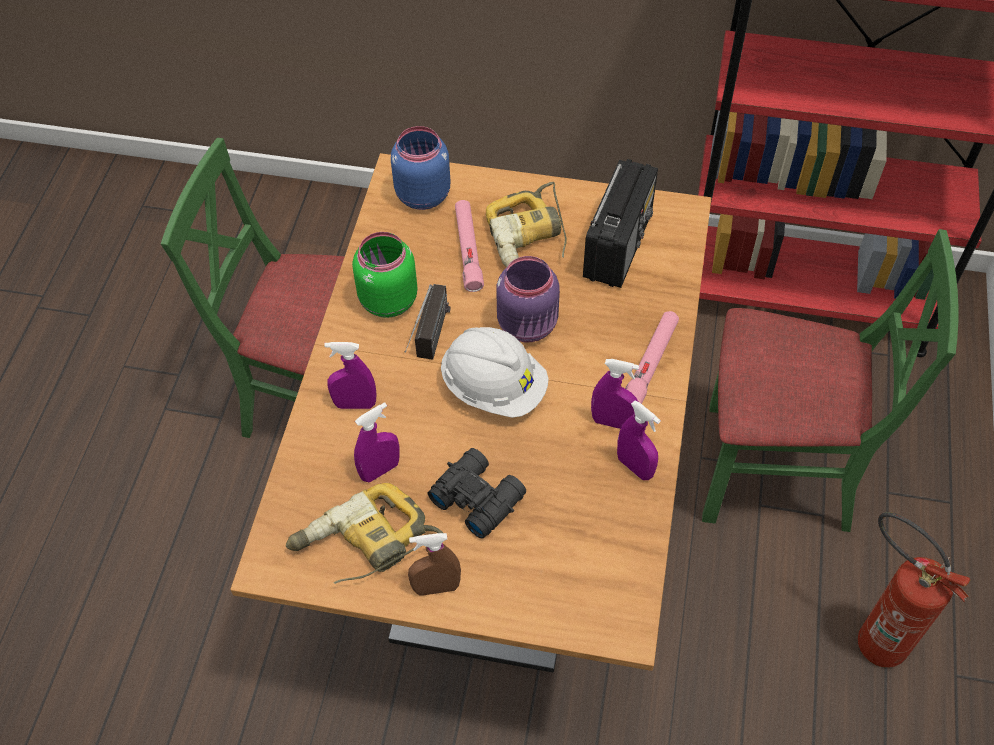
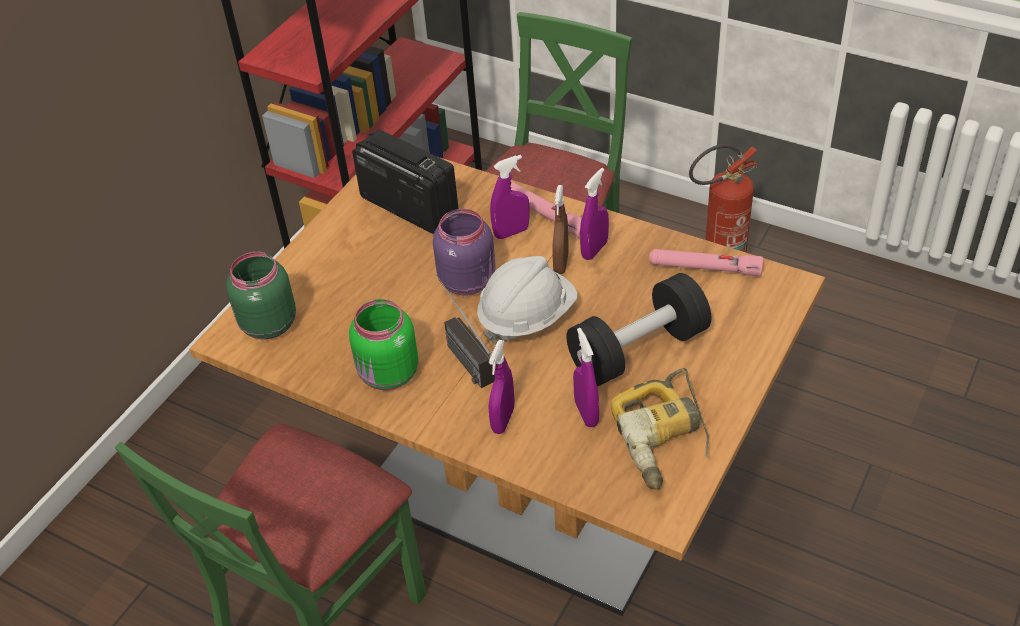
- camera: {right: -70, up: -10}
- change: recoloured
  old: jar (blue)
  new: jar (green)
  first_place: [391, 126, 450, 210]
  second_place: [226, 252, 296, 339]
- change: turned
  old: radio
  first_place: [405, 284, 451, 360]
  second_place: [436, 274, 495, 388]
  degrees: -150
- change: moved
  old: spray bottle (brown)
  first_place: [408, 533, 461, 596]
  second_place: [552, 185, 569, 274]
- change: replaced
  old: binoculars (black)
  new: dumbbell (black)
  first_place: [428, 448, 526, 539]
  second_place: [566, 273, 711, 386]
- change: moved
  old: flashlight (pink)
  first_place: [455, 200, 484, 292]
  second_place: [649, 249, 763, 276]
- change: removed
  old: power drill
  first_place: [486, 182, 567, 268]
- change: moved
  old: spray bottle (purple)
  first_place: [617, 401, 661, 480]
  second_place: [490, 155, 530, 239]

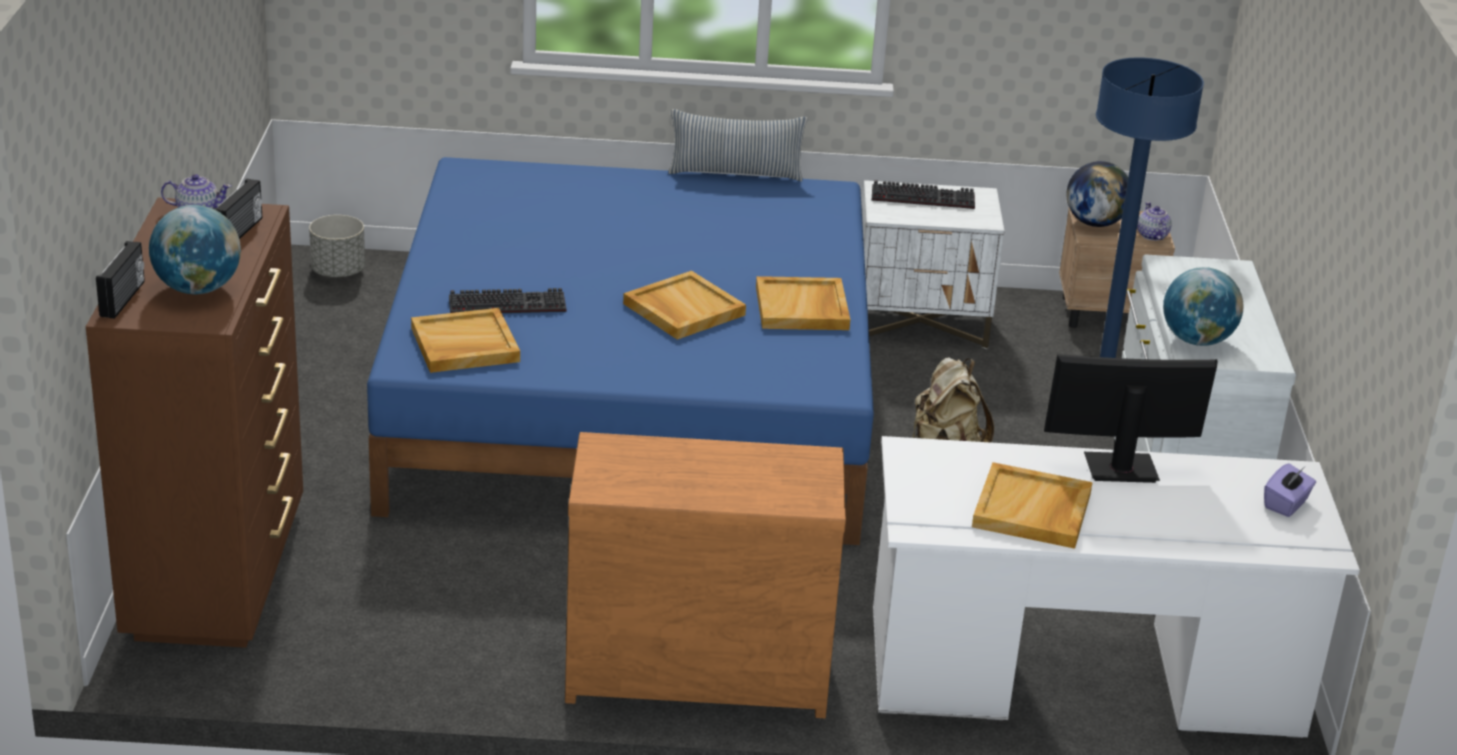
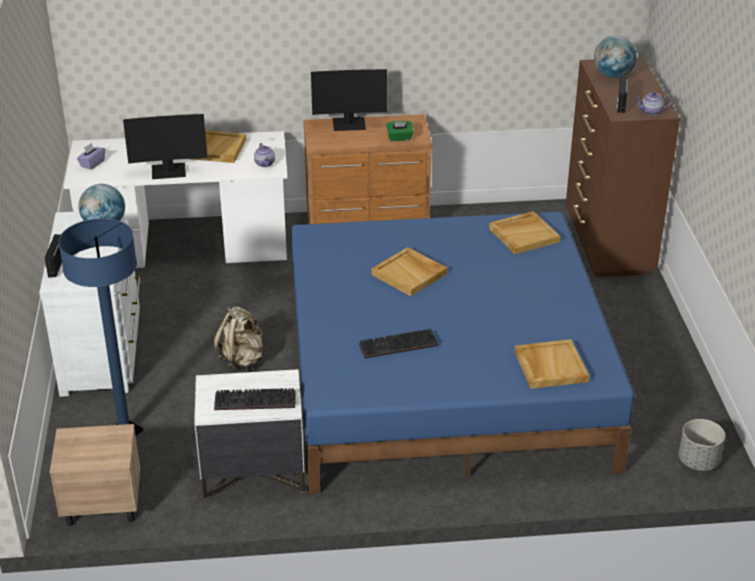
- camera: {right: 175, up: 5}
- change: moved
  old: radio
  first_place: [96, 241, 145, 319]
  second_place: [45, 234, 62, 277]
- change: moved
  old: keyboard
  first_place: [449, 288, 566, 313]
  second_place: [359, 329, 438, 359]
- change: removed
  old: pillow
  first_place: [668, 109, 808, 181]
- change: moved
  old: tray (beige)
  first_place: [756, 276, 850, 330]
  second_place: [515, 339, 589, 389]
- change: removed
  old: globe
  first_place: [1066, 161, 1128, 227]
- change: moved
  old: teapot
  first_place: [1137, 202, 1172, 241]
  second_place: [254, 143, 275, 167]
- change: added
  new: monitor
  second_place: [311, 69, 388, 131]
- change: added
  new: tissue box (green)
  second_place: [386, 121, 413, 141]

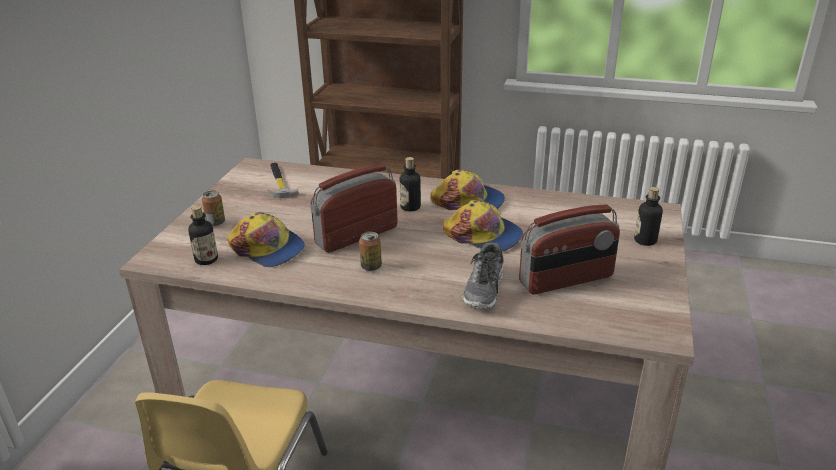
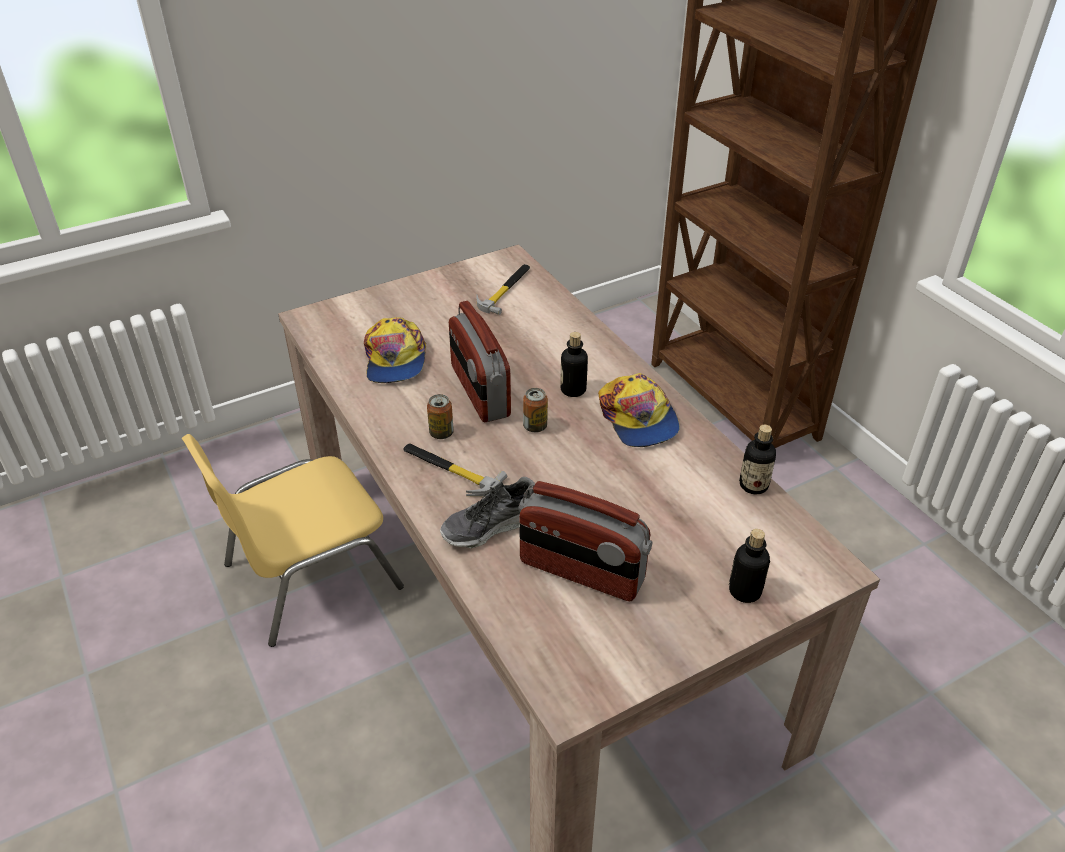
- camera: {right: 45, up: 10}
- change: moved
  old: bottle
  first_place: [188, 205, 218, 265]
  second_place: [739, 425, 776, 494]
- change: moved
  old: can
  first_place: [202, 191, 225, 226]
  second_place: [523, 388, 548, 432]
- change: turned
  old: radio
  first_place: [311, 164, 398, 253]
  second_place: [449, 301, 511, 422]
  degrees: -120
- change: removed
  old: cap
  first_place: [443, 200, 523, 252]
- change: added
  new: hammer
  second_place: [403, 444, 507, 496]

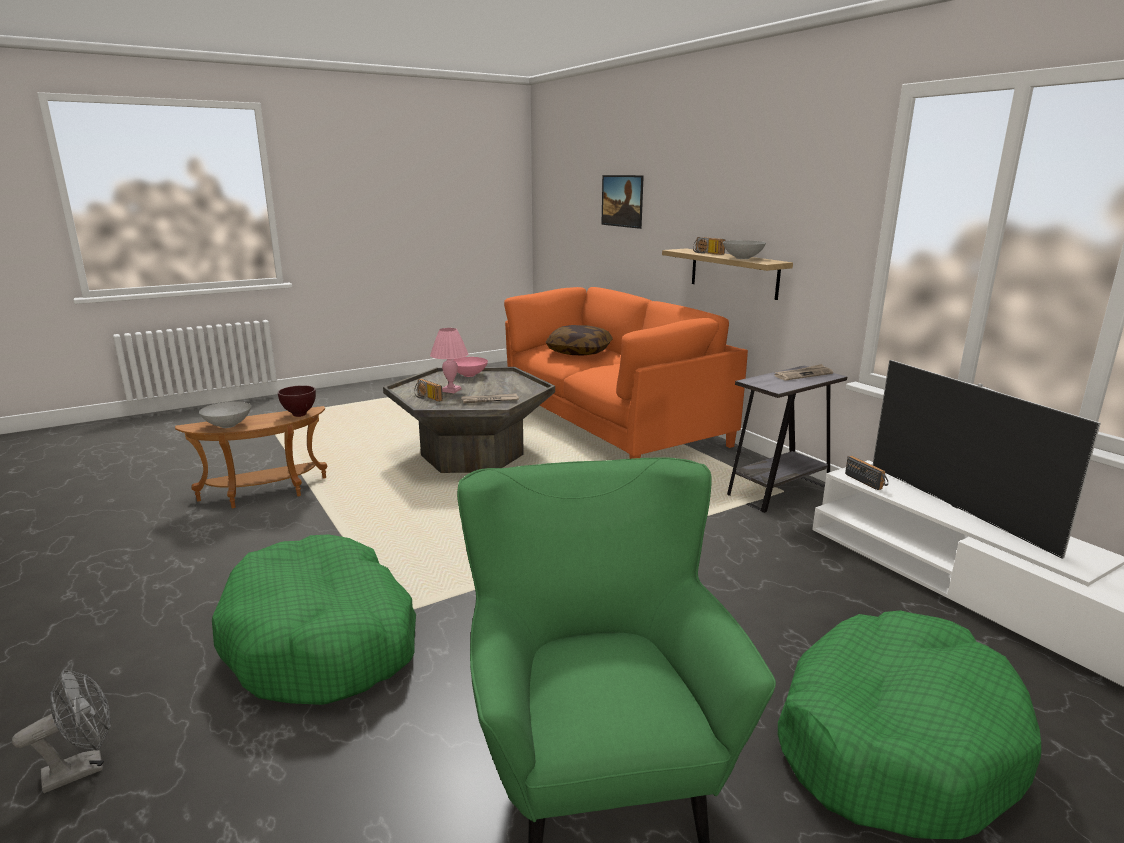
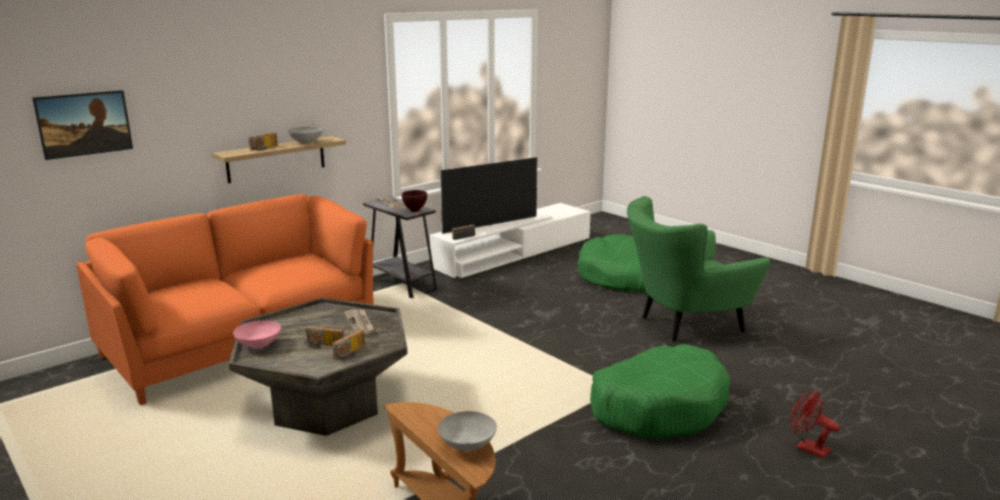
- camera: {right: -100, up: 0}
- change: recoloured
  old: fan (grey)
  new: fan (red)
  first_place: [12, 670, 111, 793]
  second_place: [790, 390, 840, 459]
- change: moved
  old: bowl (brown)
  first_place: [278, 385, 316, 417]
  second_place: [402, 190, 427, 212]
- change: replaced
  old: table lamp (pink)
  new: radio
  first_place: [430, 328, 469, 393]
  second_place: [304, 326, 344, 348]
- change: removed
  old: pillow
  first_place: [546, 325, 613, 355]

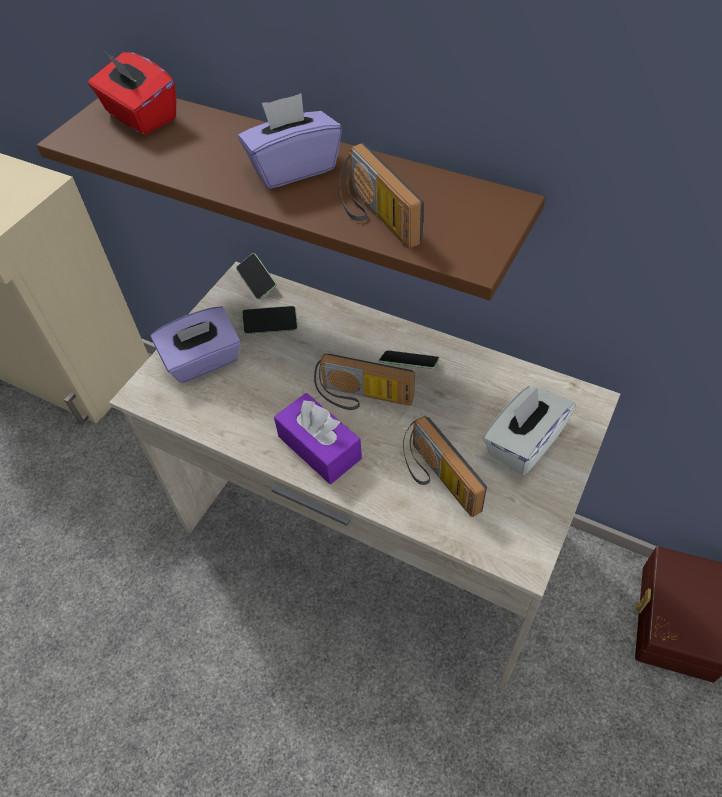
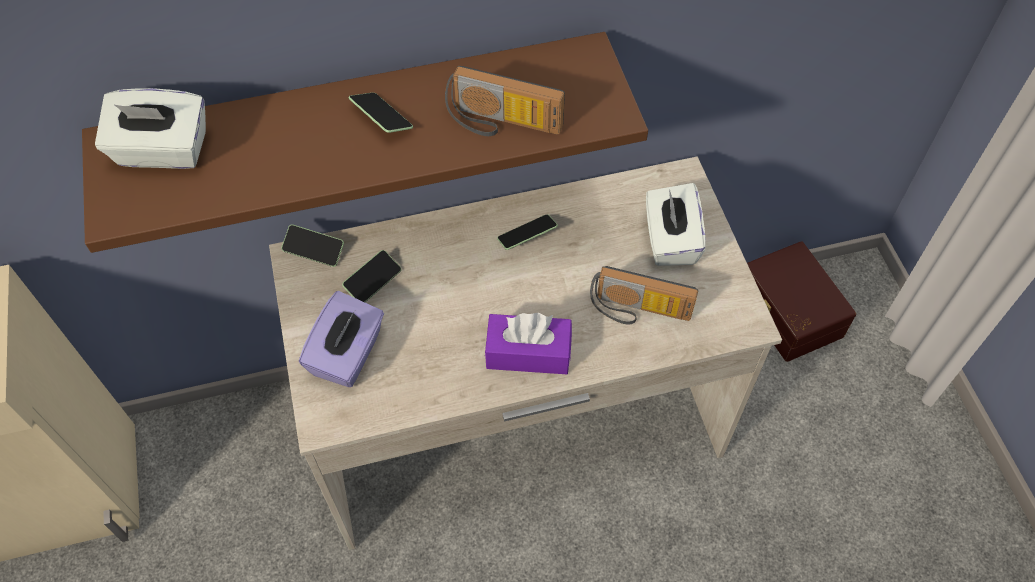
- camera: {right: -45, up: 5}
- change: recoloured
  old: tissue box (red)
  new: tissue box (white)
  first_place: [88, 52, 176, 135]
  second_place: [95, 88, 206, 169]
- change: replaced
  old: tissue box (purple)
  new: phone
  first_place: [238, 93, 342, 189]
  second_place: [348, 93, 413, 133]
- change: removed
  old: radio
  first_place: [314, 353, 415, 410]

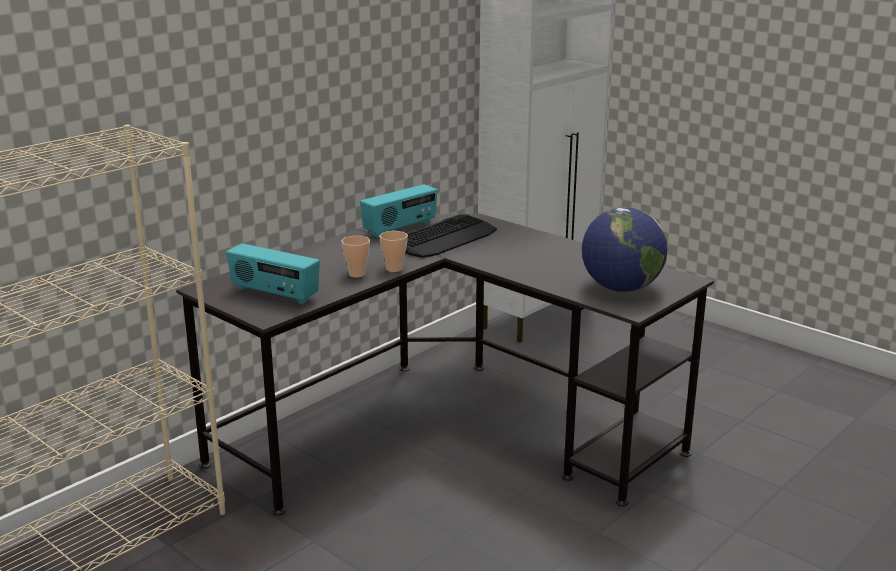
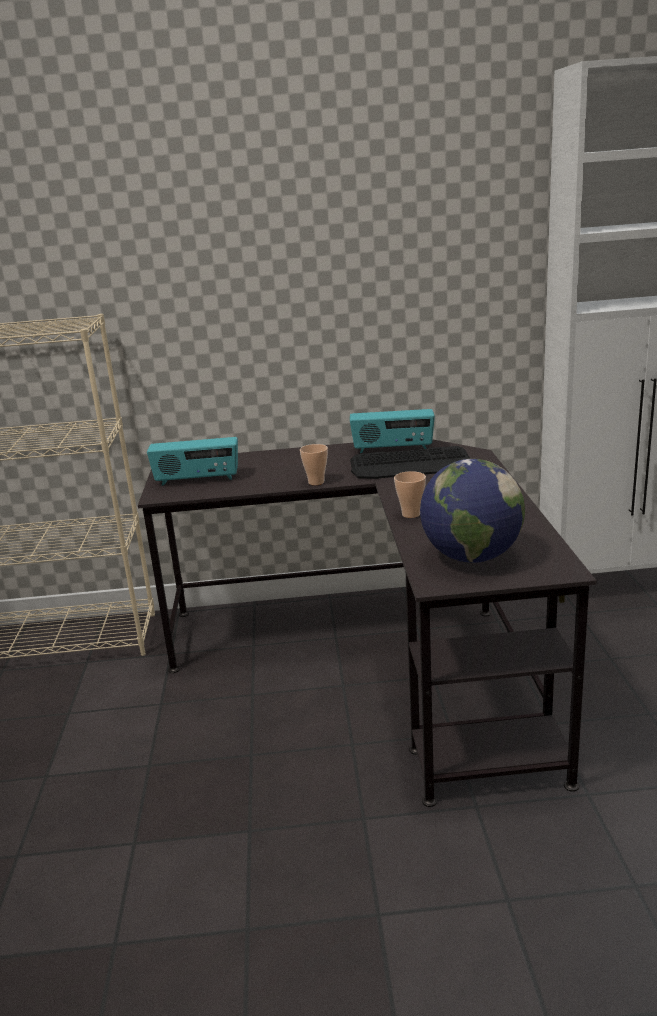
- camera: {right: 45, up: 0}
- change: turned
  old: radio
  first_place: [226, 244, 320, 305]
  second_place: [147, 437, 238, 486]
  degrees: -75
- change: moved
  old: cup
  first_place: [341, 236, 370, 278]
  second_place: [394, 471, 426, 518]

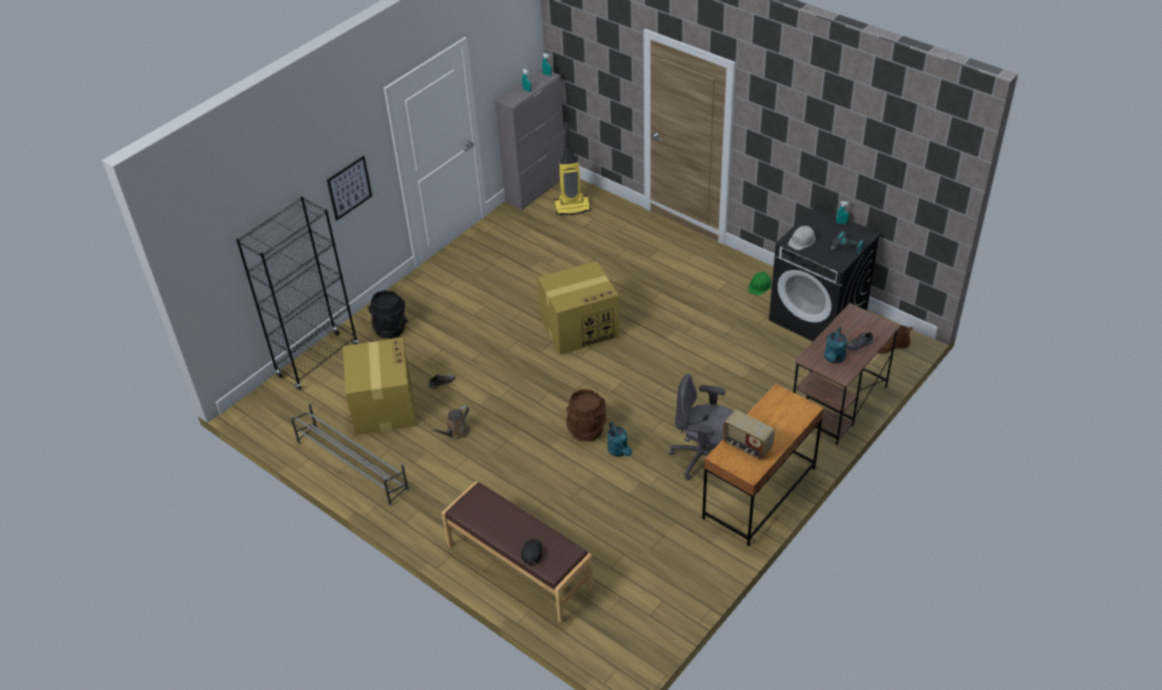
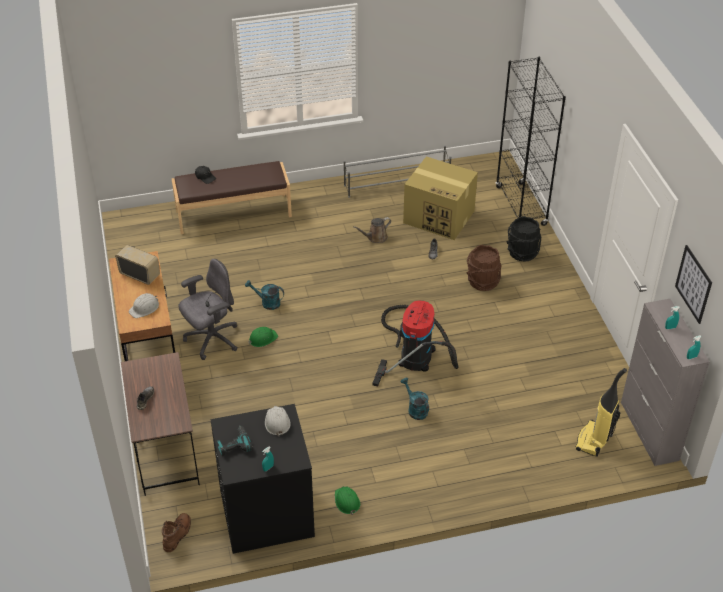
- camera: {right: 125, up: 0}
- change: moved
  old: picture
  first_place: [327, 156, 372, 221]
  second_place: [675, 245, 712, 324]
- change: turned
  old: watering can (brown)
  first_place: [431, 405, 470, 439]
  second_place: [353, 217, 391, 243]
  degrees: -105
- change: replaced
  old: cardboard box
  new: vacuum cleaner
  first_place: [538, 261, 619, 355]
  second_place: [373, 300, 459, 386]
- change: moved
  old: bucket (brown)
  first_place: [566, 389, 607, 442]
  second_place: [466, 245, 501, 291]
- change: turned
  old: radio
  first_place: [723, 410, 775, 460]
  second_place: [115, 245, 160, 285]
  degrees: 45
- change: moved
  old: watering can (turquoise)
  first_place: [824, 327, 847, 364]
  second_place: [401, 378, 429, 420]
- change: added
  new: hard hat (white)
  second_place: [128, 293, 159, 318]
- change: added
  new: hard hat (green)
  second_place: [249, 327, 278, 347]

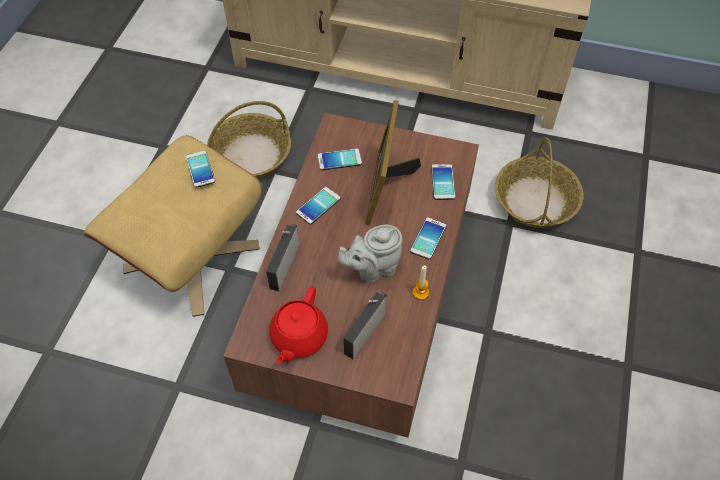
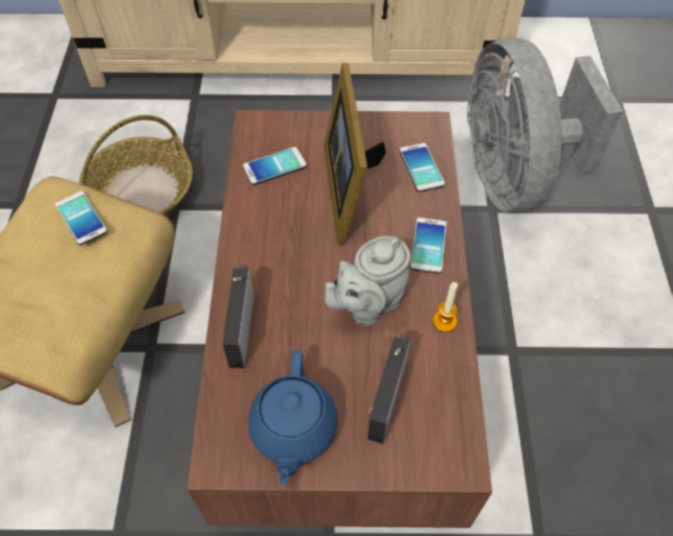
- camera: {right: -15, up: 0}
- change: recoloured
  old: teapot (red)
  new: teapot (blue)
  first_place: [270, 286, 328, 364]
  second_place: [248, 350, 338, 487]
- change: removed
  old: phone
  first_place: [296, 187, 341, 225]
- change: replaced
  old: basket
  new: fan (grey)
  first_place: [495, 137, 584, 228]
  second_place: [467, 37, 623, 213]

